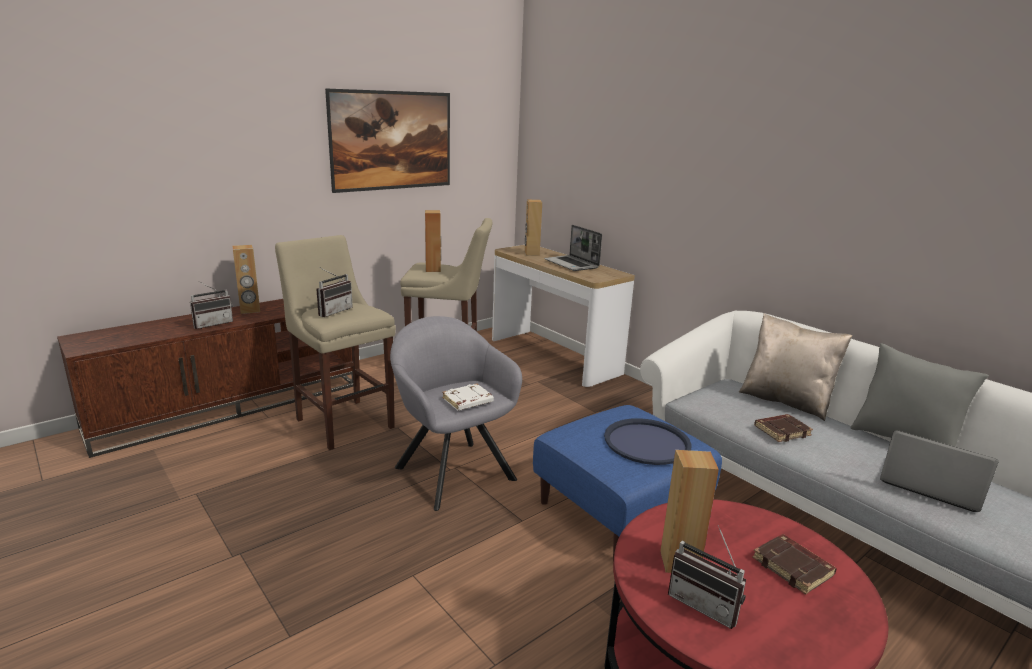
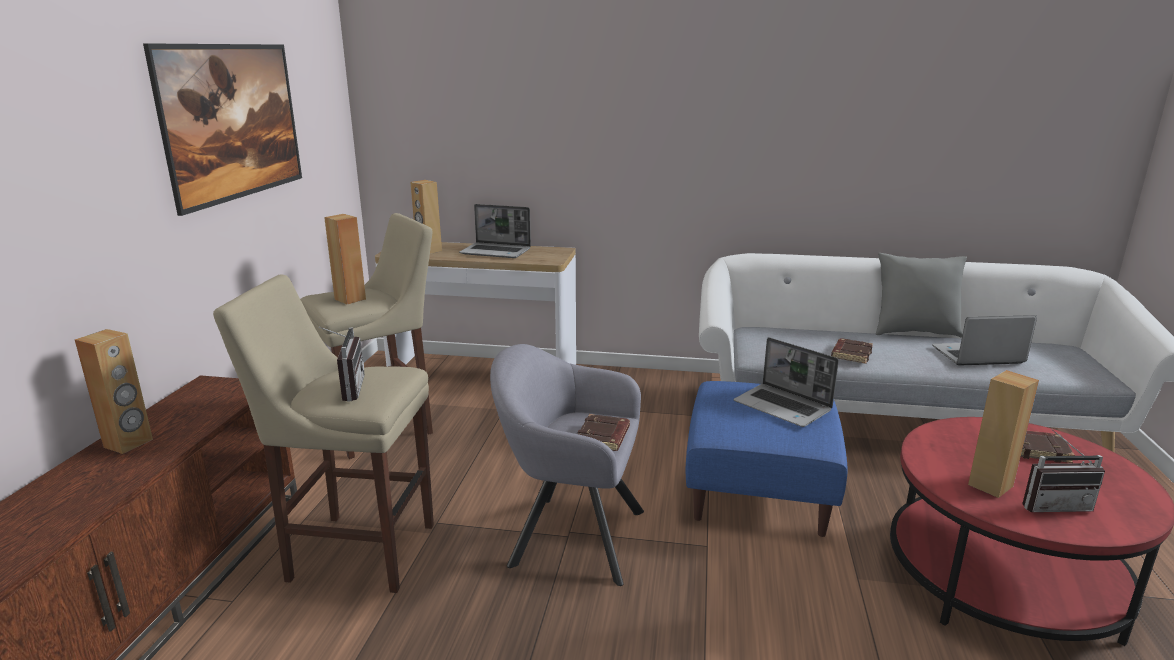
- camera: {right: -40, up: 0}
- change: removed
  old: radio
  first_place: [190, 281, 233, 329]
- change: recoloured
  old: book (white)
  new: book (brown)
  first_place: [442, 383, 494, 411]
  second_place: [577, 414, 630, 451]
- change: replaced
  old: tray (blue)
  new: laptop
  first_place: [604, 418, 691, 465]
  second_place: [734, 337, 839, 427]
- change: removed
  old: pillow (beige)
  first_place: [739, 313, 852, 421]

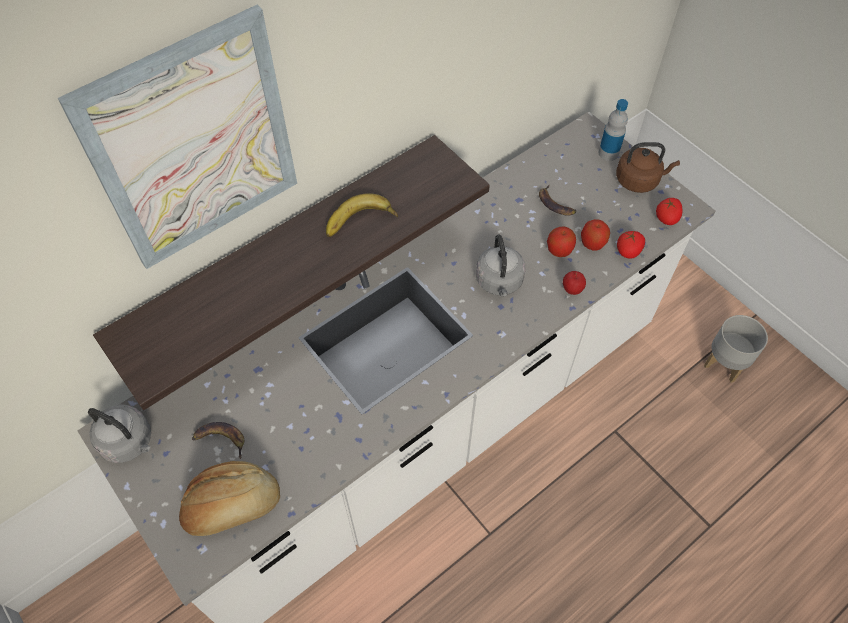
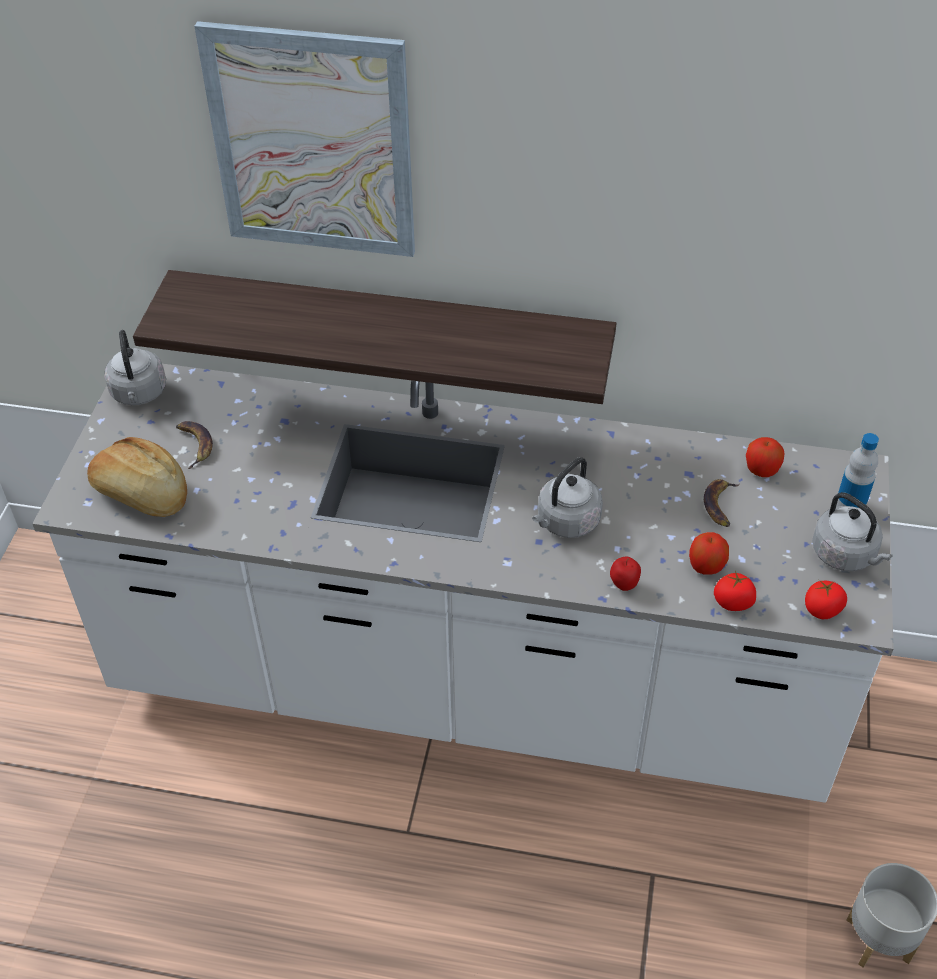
- camera: {right: 50, up: -10}
- change: removed
  old: banana
  first_place: [326, 194, 398, 237]
- change: moved
  old: apple
  first_place: [547, 226, 576, 257]
  second_place: [746, 437, 784, 477]
- change: recoloured
  old: kettle (brown)
  new: kettle (grey)
  first_place: [616, 142, 680, 193]
  second_place: [812, 492, 893, 571]

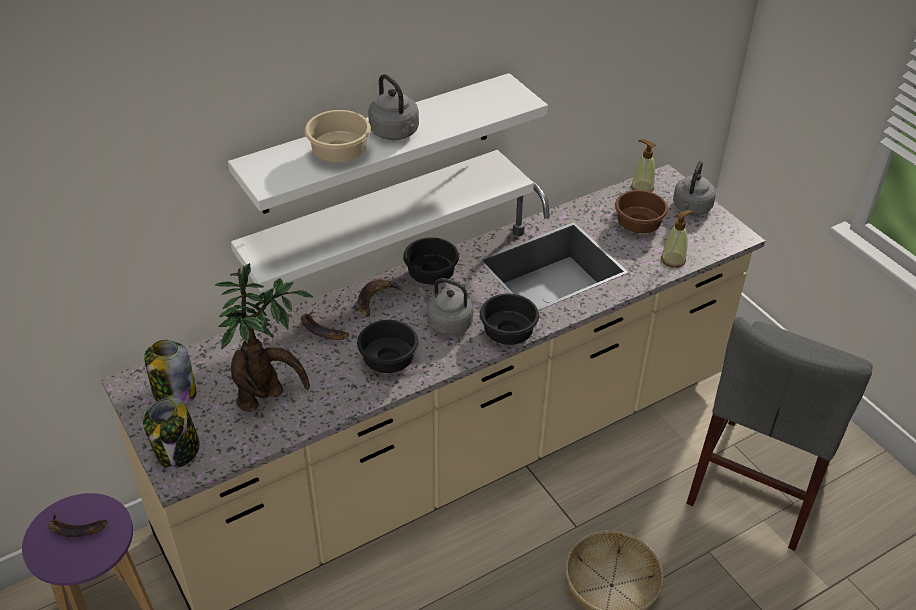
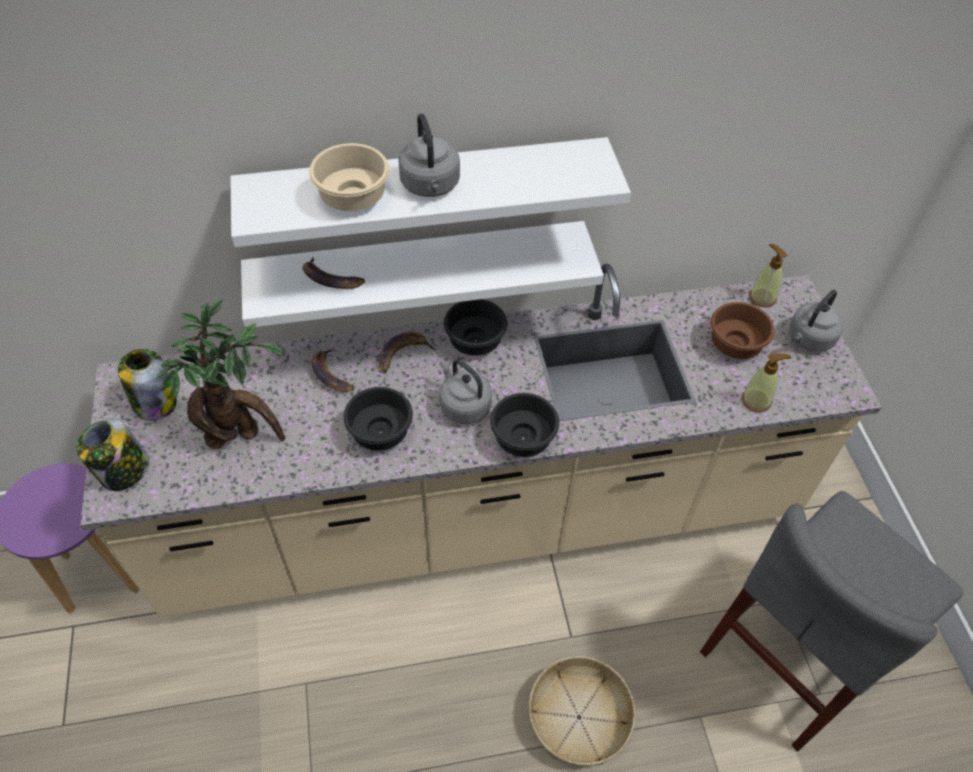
- camera: {right: 20, up: 10}
- change: moved
  old: banana
  first_place: [48, 513, 108, 537]
  second_place: [303, 257, 365, 289]

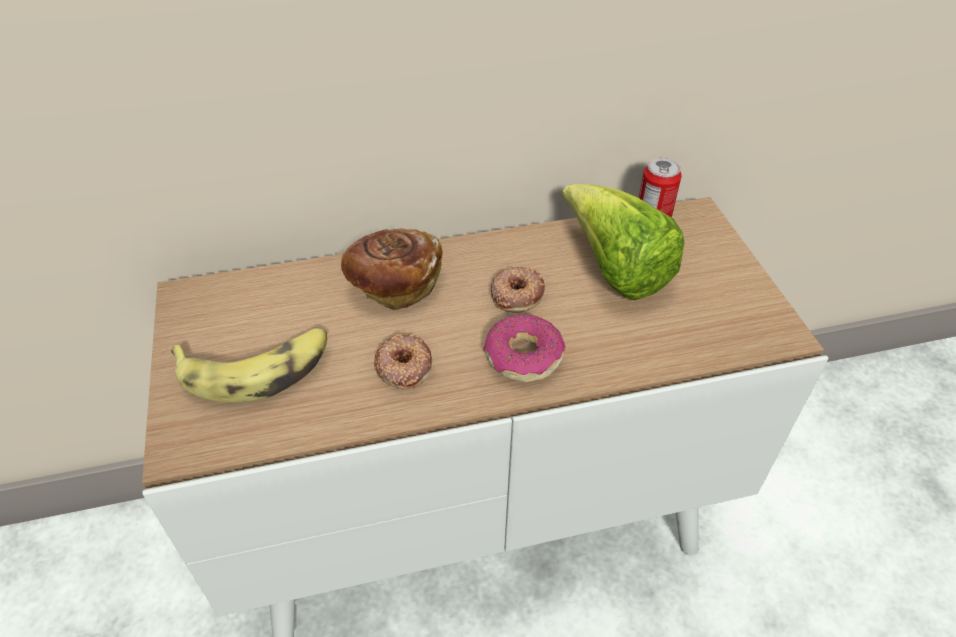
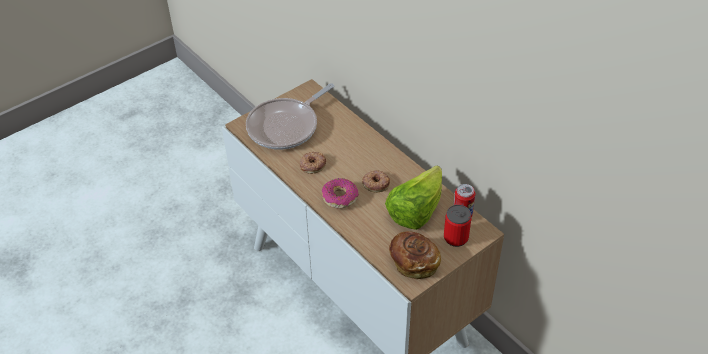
- camera: {right: 65, up: 0}
- change: replaced
  old: banana
  new: frying pan
  first_place: [171, 328, 327, 403]
  second_place: [246, 83, 334, 150]
- change: moved
  old: bread
  first_place: [341, 229, 443, 310]
  second_place: [389, 231, 441, 279]
- change: added
  new: can
  second_place: [444, 205, 471, 247]

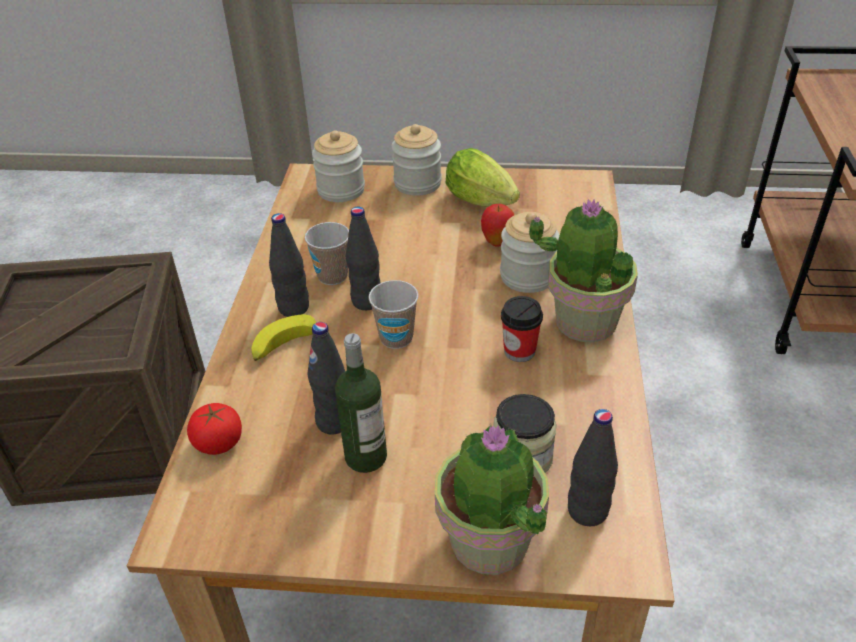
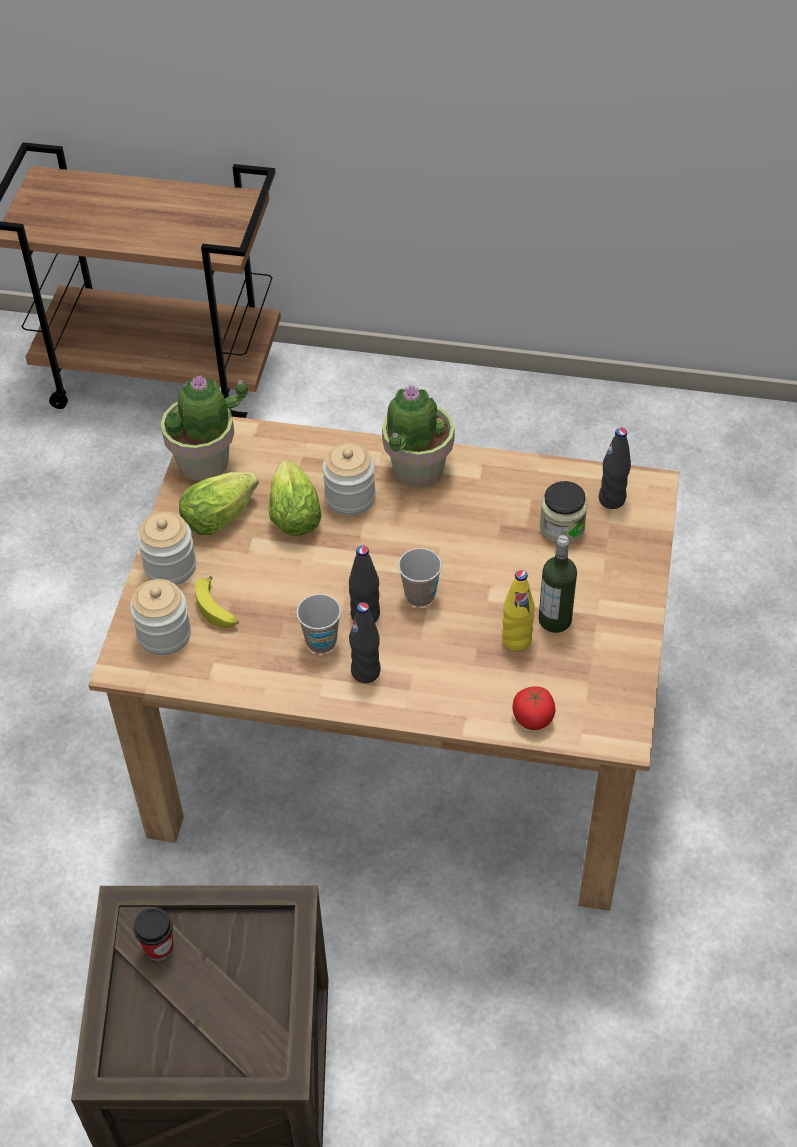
- camera: {right: -85, up: 10}
- change: moved
  old: banana
  first_place: [252, 315, 316, 361]
  second_place: [195, 576, 239, 628]
- change: recoloured
  old: bottle (black)
  new: bottle (yellow)
  first_place: [307, 322, 345, 435]
  second_place: [502, 570, 535, 651]
- change: moved
  old: potted plant
  first_place: [435, 425, 549, 575]
  second_place: [161, 375, 248, 481]
- change: replaced
  old: apple
  new: lettuce
  first_place: [481, 204, 514, 247]
  second_place: [269, 460, 322, 536]
- change: moved
  old: cup
  first_place: [501, 296, 543, 362]
  second_place: [133, 907, 174, 961]

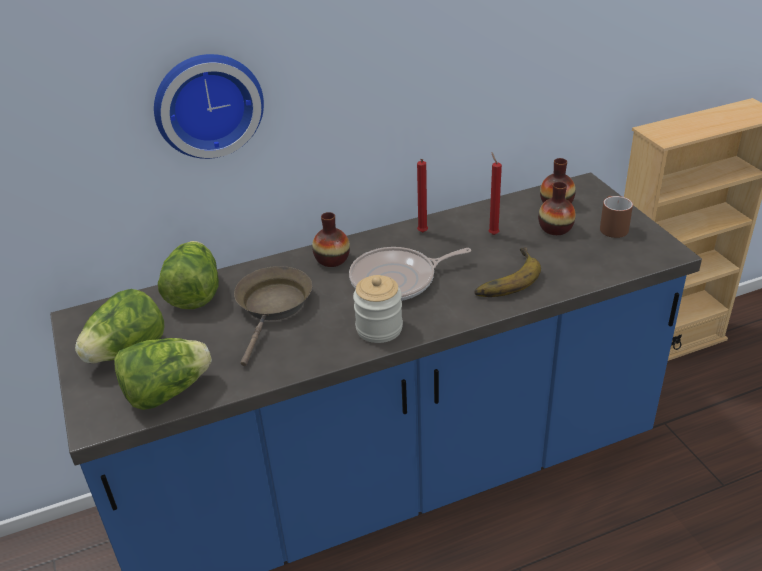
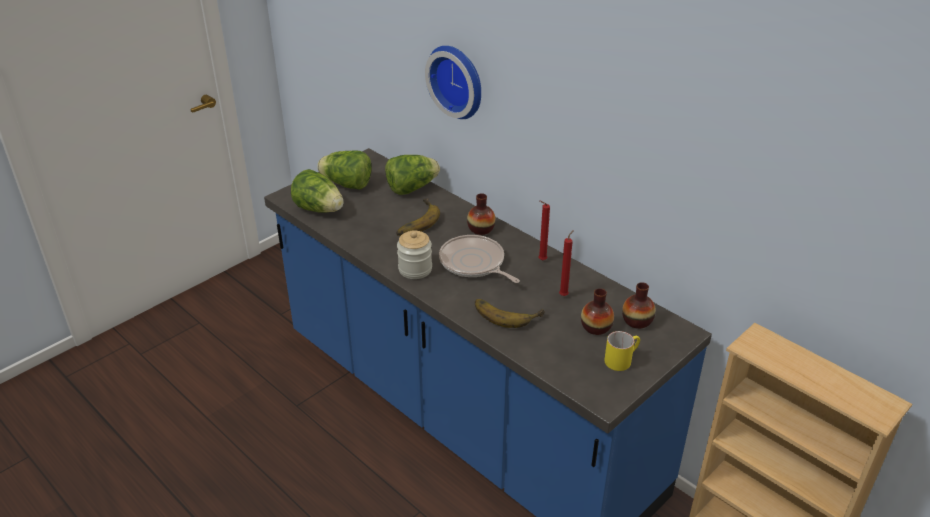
- camera: {right: 65, up: 0}
- change: replaced
  old: frying pan (brown)
  new: banana
  first_place: [234, 266, 312, 366]
  second_place: [396, 198, 440, 236]
- change: recoloured
  old: mug (brown)
  new: mug (yellow)
  first_place: [600, 196, 633, 238]
  second_place: [604, 331, 640, 371]

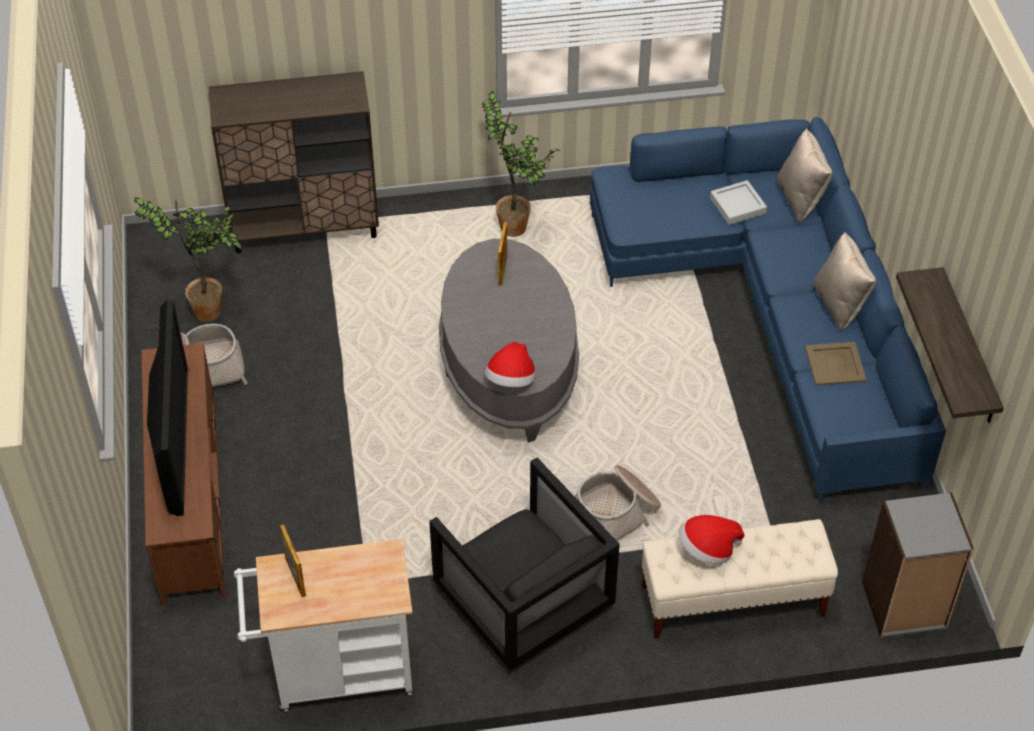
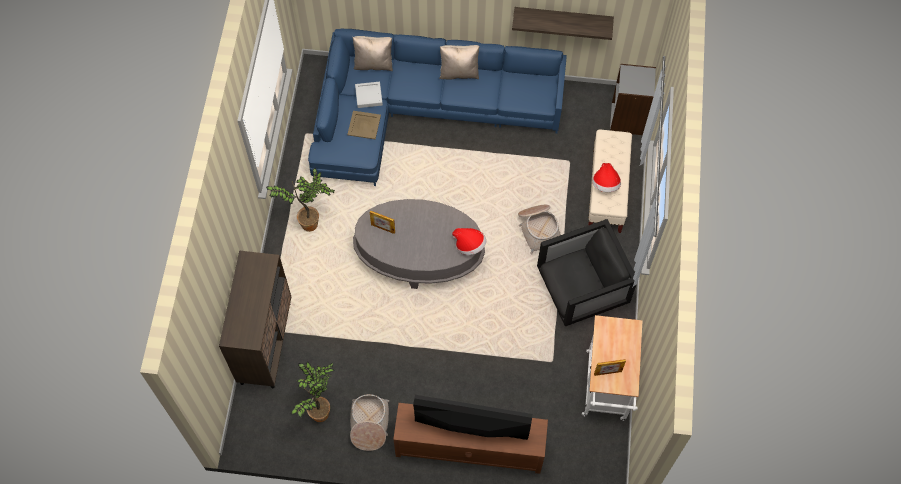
- camera: {right: -75, up: 15}
- change: moved
  old: tray (beige)
  first_place: [805, 342, 867, 386]
  second_place: [347, 111, 381, 139]

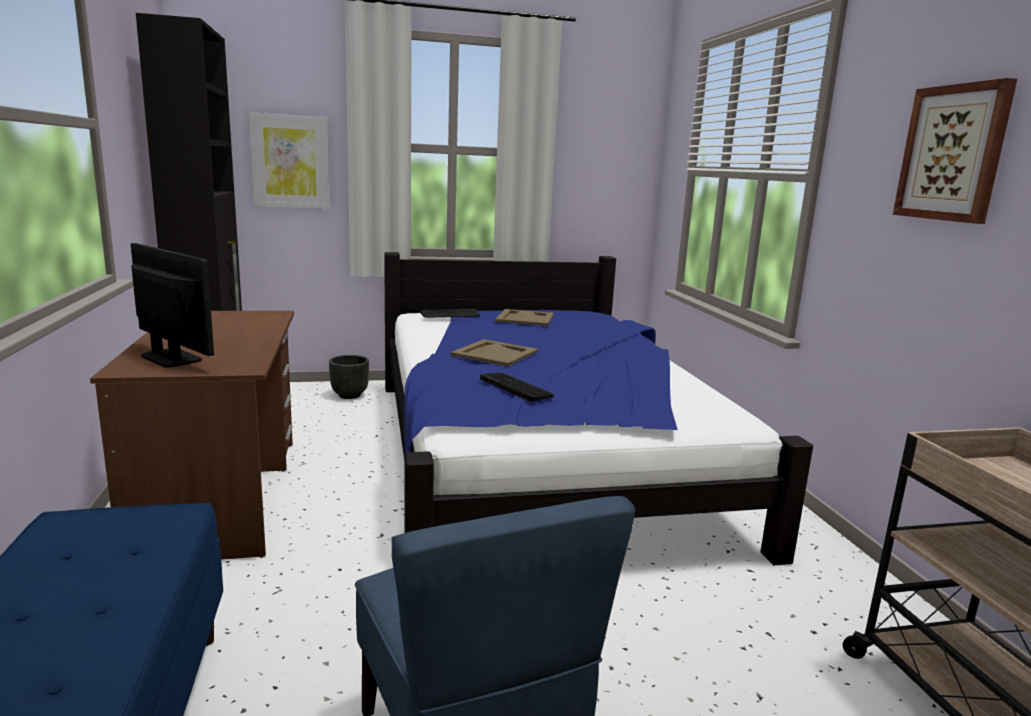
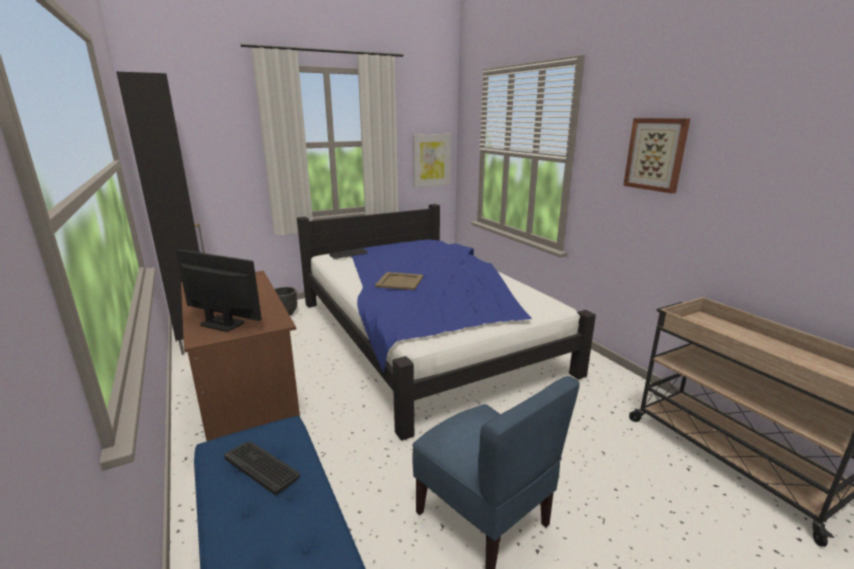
- camera: {right: -15, up: 5}
- change: moved
  old: picture
  first_place: [249, 113, 330, 209]
  second_place: [413, 134, 451, 187]
- change: moved
  old: keyboard
  first_place: [480, 373, 554, 402]
  second_place: [224, 442, 300, 495]
- change: removed
  old: tray (beige)
  first_place: [495, 309, 554, 326]

